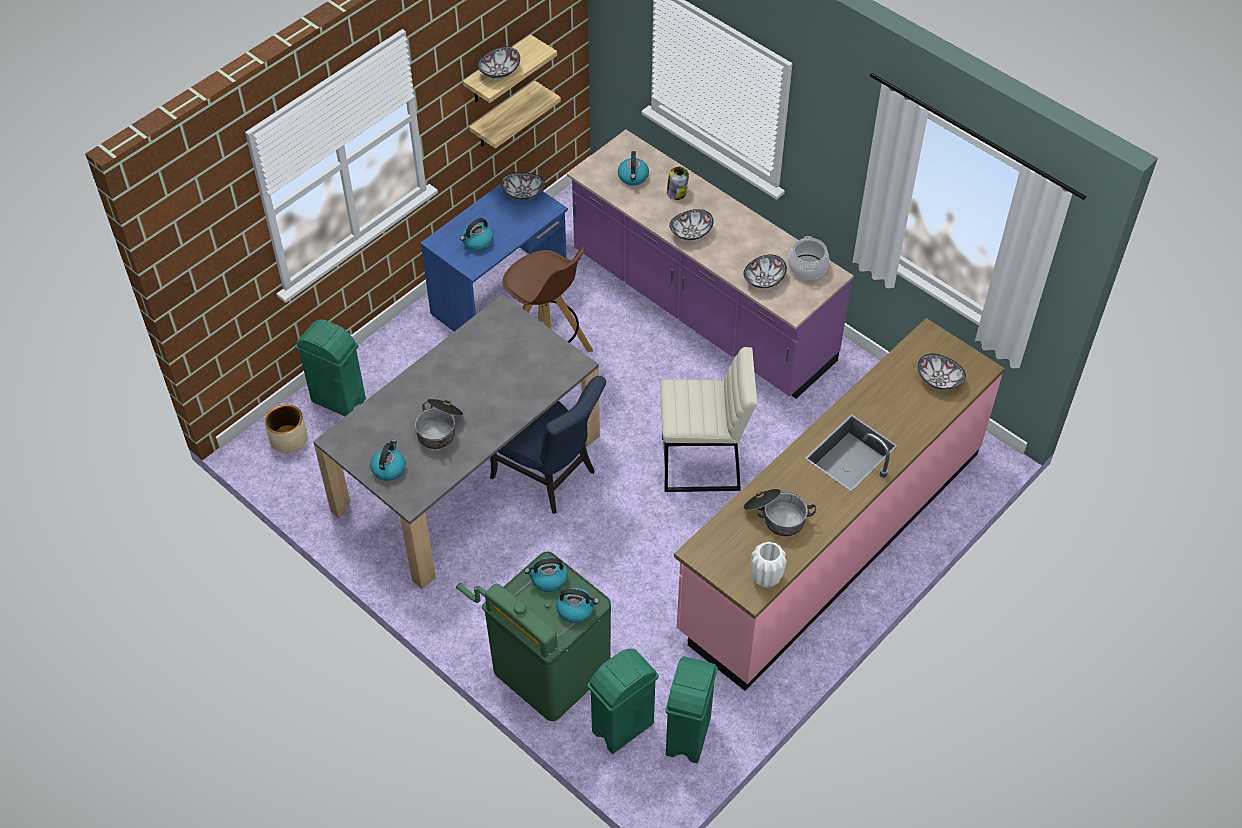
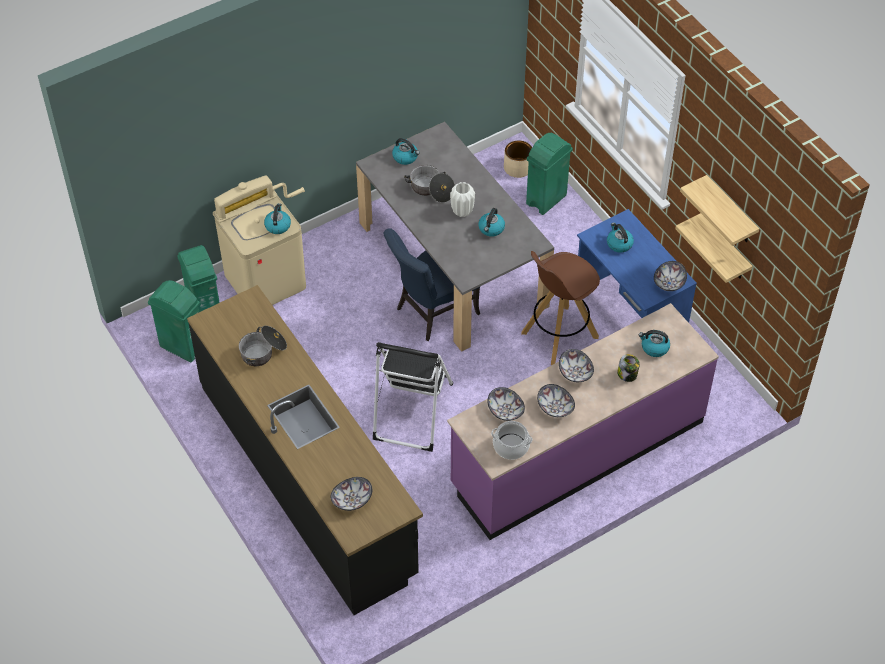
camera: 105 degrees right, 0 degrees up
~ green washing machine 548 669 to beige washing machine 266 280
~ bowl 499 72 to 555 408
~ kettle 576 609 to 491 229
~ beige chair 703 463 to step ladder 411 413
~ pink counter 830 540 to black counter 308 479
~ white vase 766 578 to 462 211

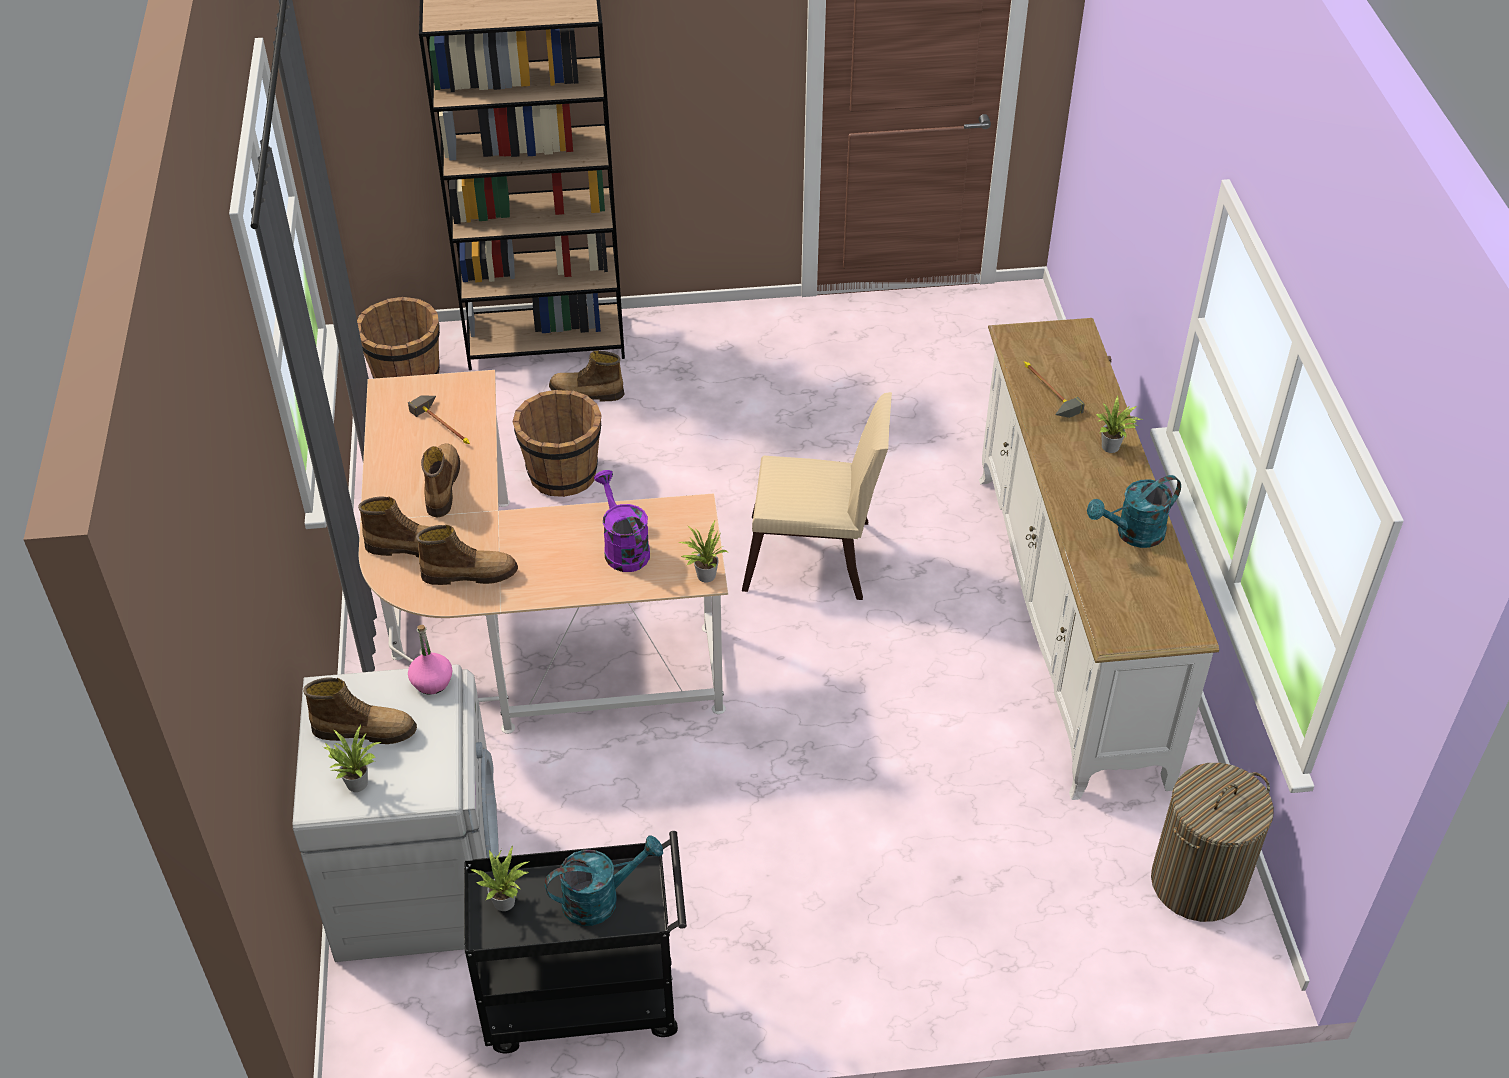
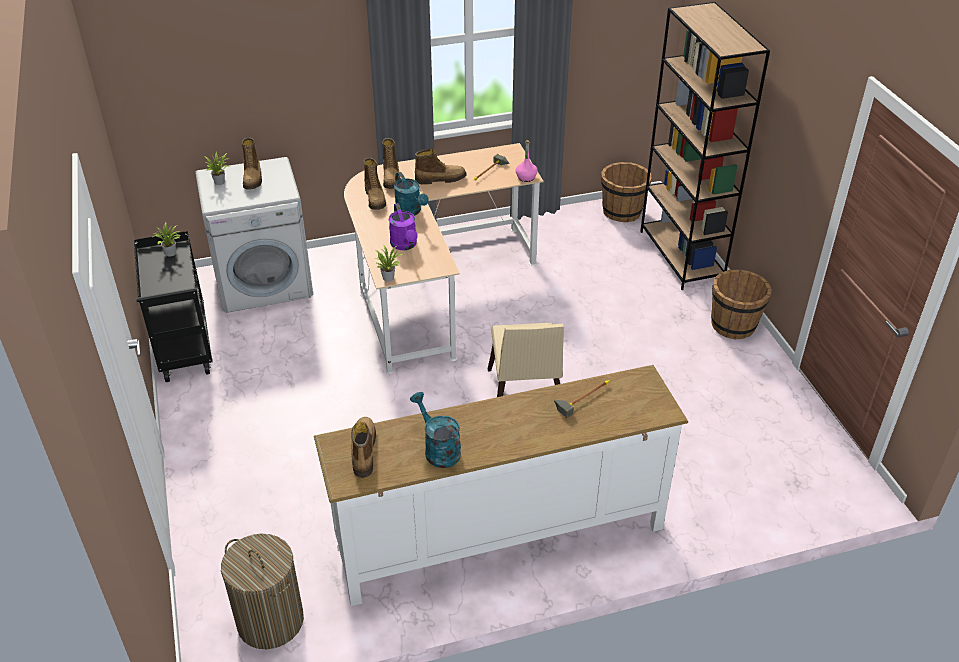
camera: 80 degrees right, 5 degrees down
~ pink bottle 432 682 to 526 177
~ brown bucket 562 474 to 734 325
~ turquoise watering can 600 899 to 411 211
~ boot 586 393 to 363 451
~ purple watering can 623 548 = 405 245 105 degrees clockwise
- potted plant 1112 448

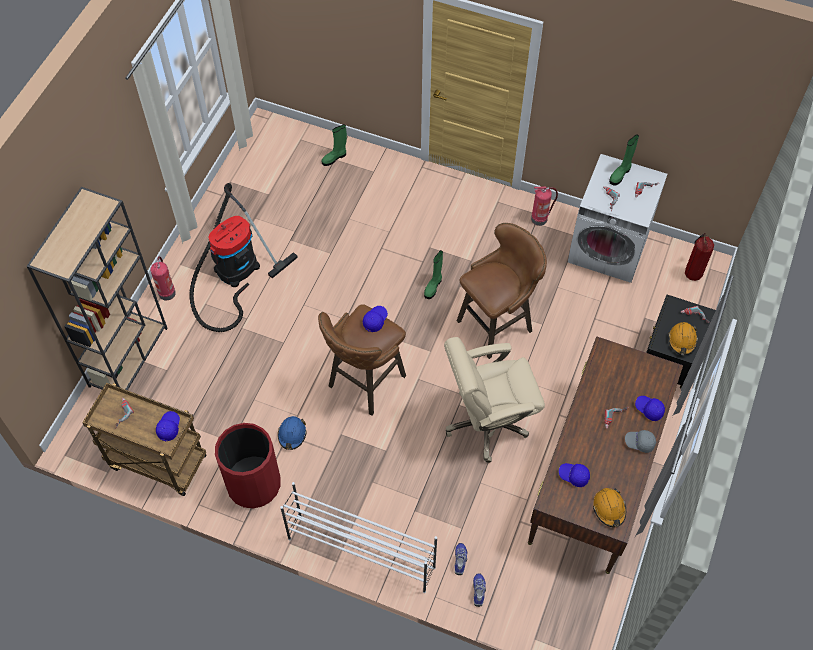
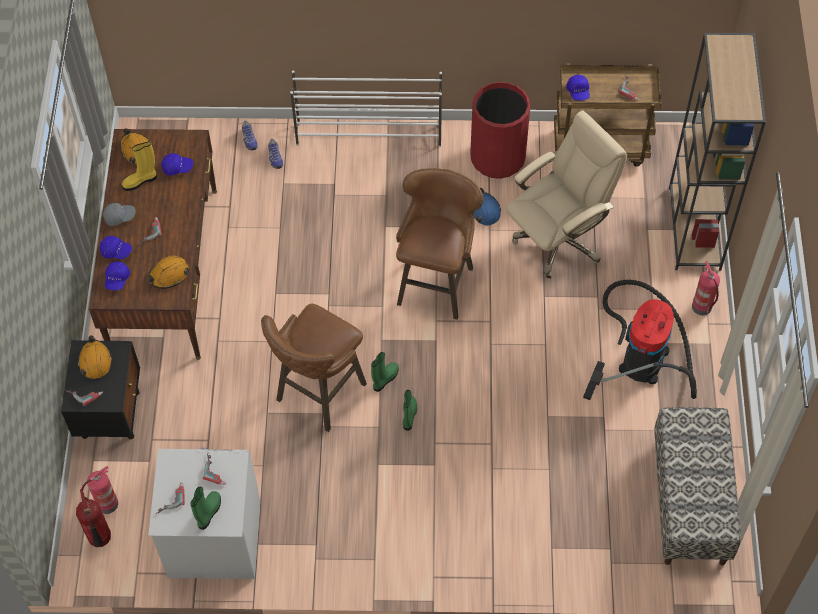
camera: 160 degrees right, 0 degrees up
~ green boot 335 158 to 385 379
~ blue cap 375 320 to 117 279
~ beige office chair 488 422 to 557 242
~ fire extinguisher 540 218 to 106 505
+ yellow boot 141 181
+ orange hard hat 169 275
+ bench 690 501

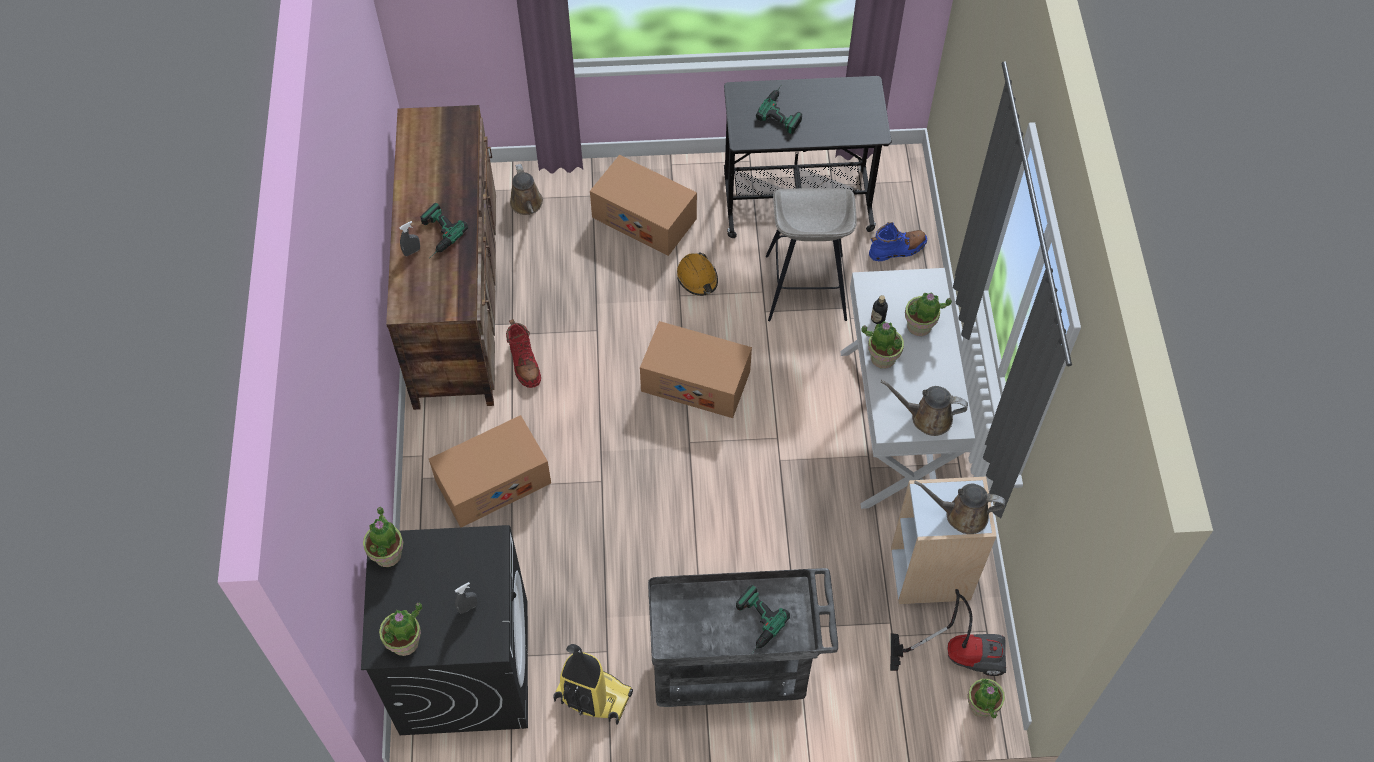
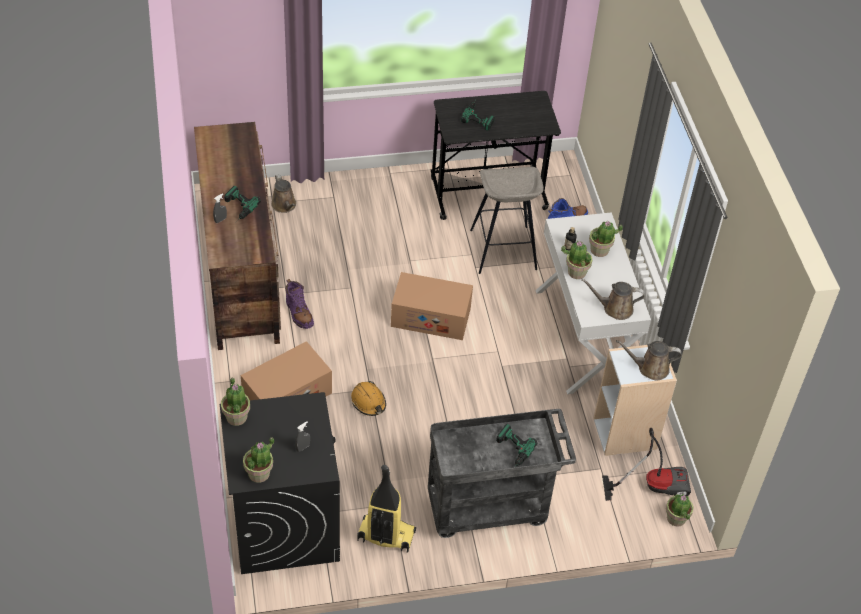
camera: 10 degrees left, 10 degrees down
~ red boot 524 363 to purple boot 299 313
- cardboard box 644 218
~ orange hard hat 697 278 to 368 402

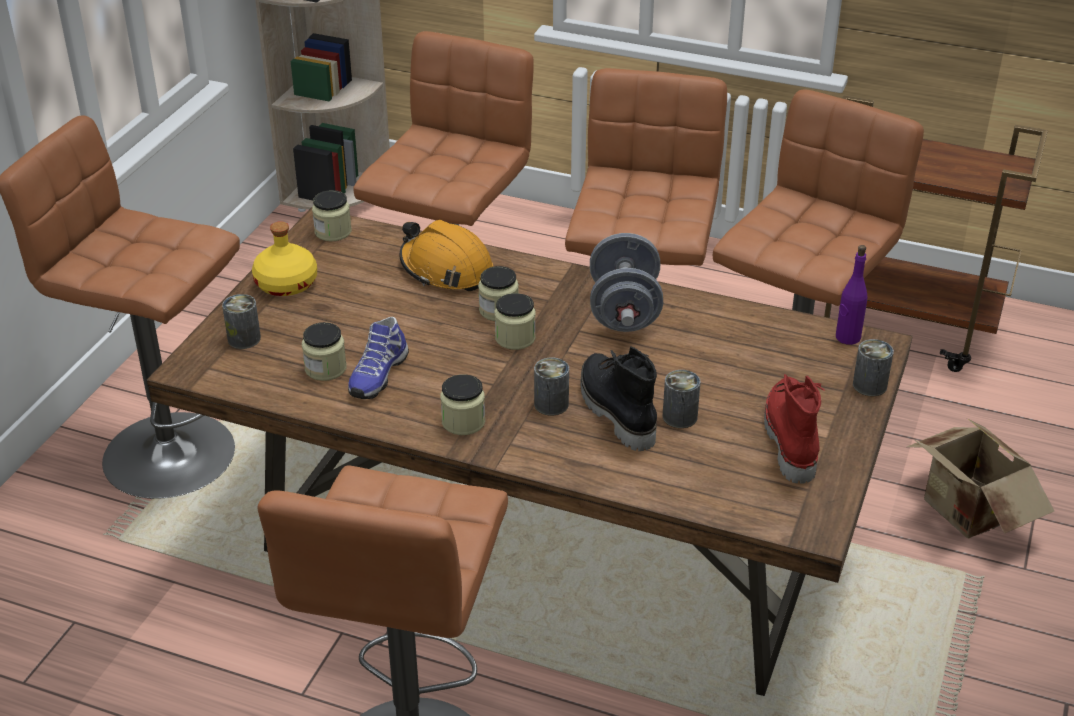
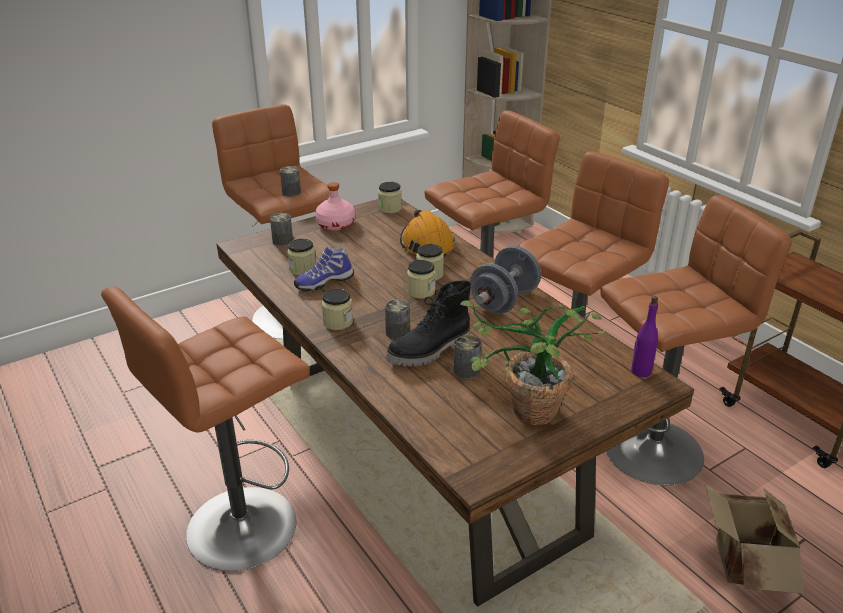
camera: 35 degrees right, 5 degrees down
~ yellow bottle 287 283 to pink bottle 336 224
~ black boot 614 412 = 429 352 135 degrees counterclockwise
~ red boot 789 439 to potted plant 523 414
~ can 869 385 to 291 192

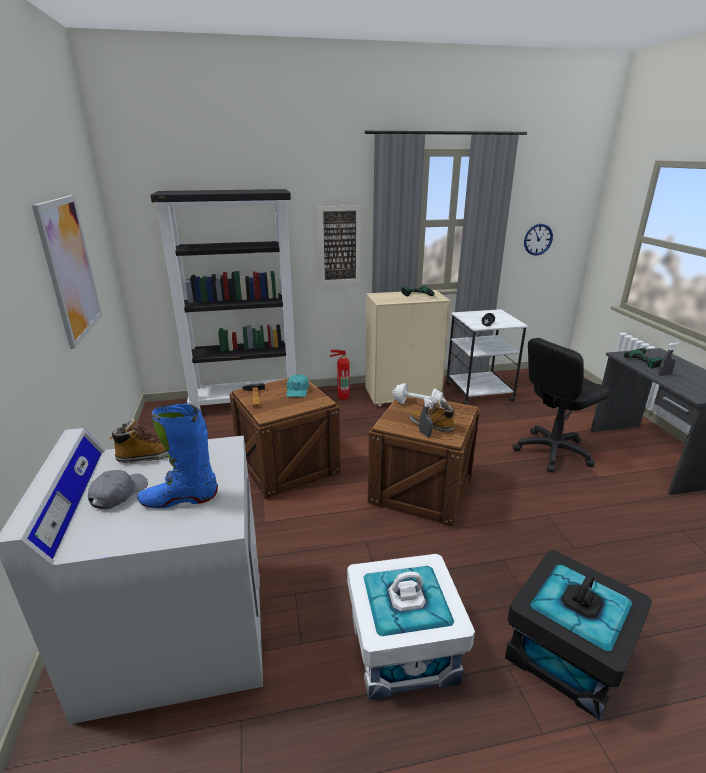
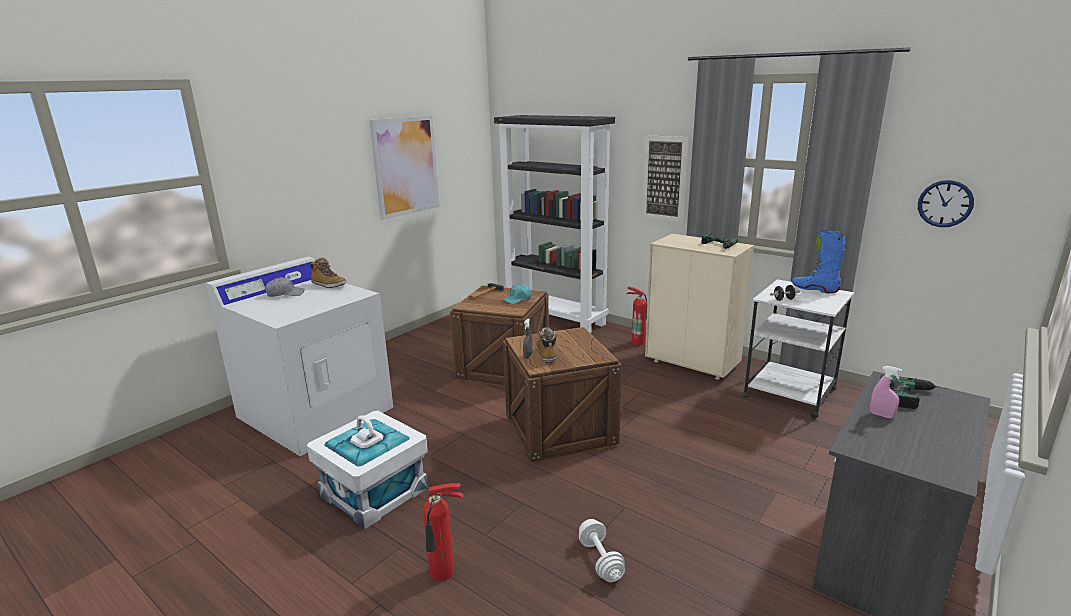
camera: 50 degrees right, 5 degrees down
~ blue boot 180 499 to 814 289
~ white dumbbell 417 405 to 600 560
~ black storage box 567 654 to fire extinguisher 443 574
- black office chair 552 451
~ grey spray bottle 664 375 to pink spray bottle 881 415

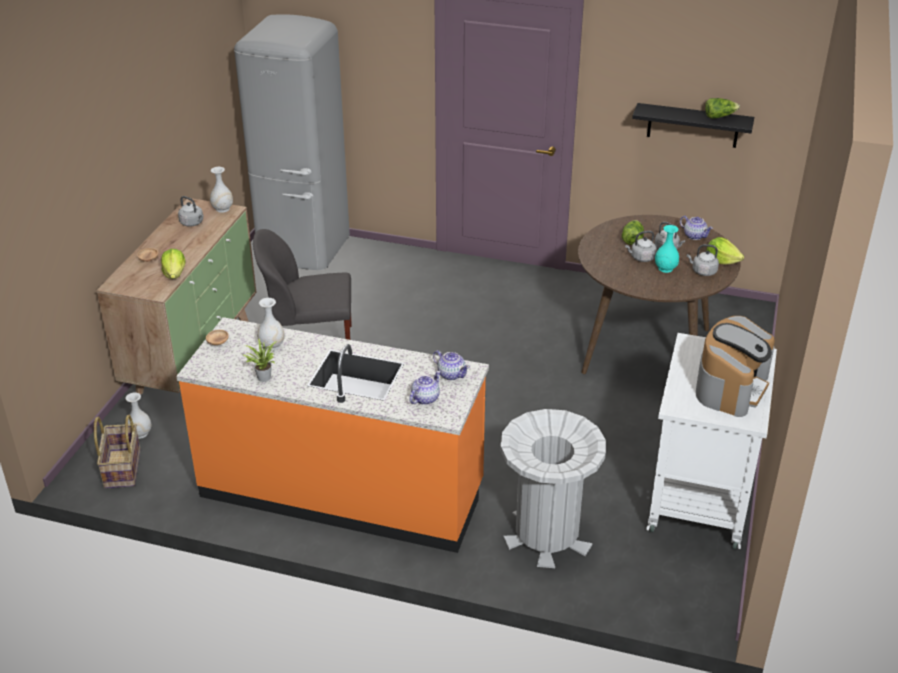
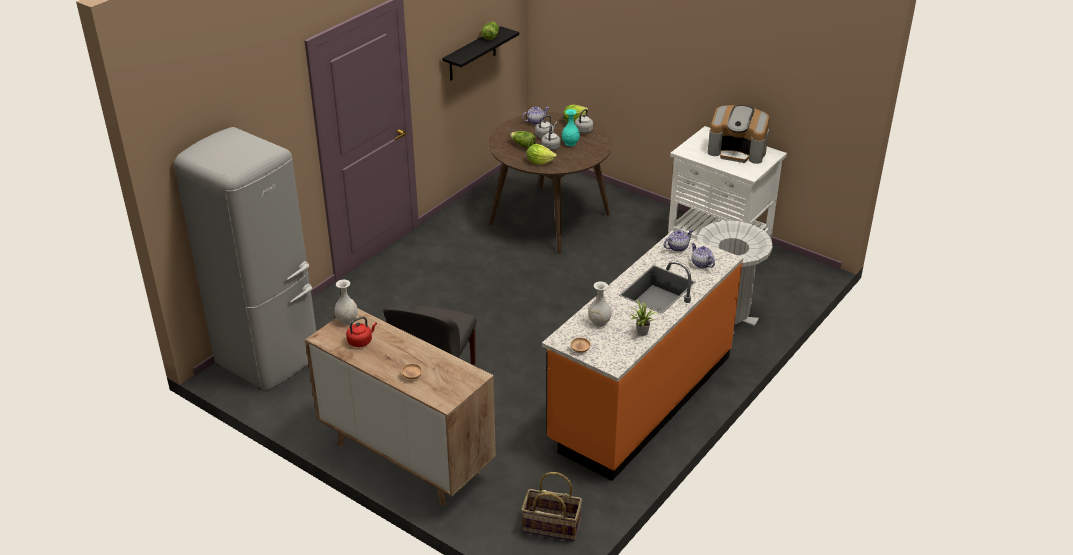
camera: 70 degrees left, 0 degrees up
- white vase 140 433
~ lettuce 175 274 to 539 162
~ grey kettle 192 223 to red kettle 361 341
~ coffee machine 731 387 = 737 151 150 degrees clockwise

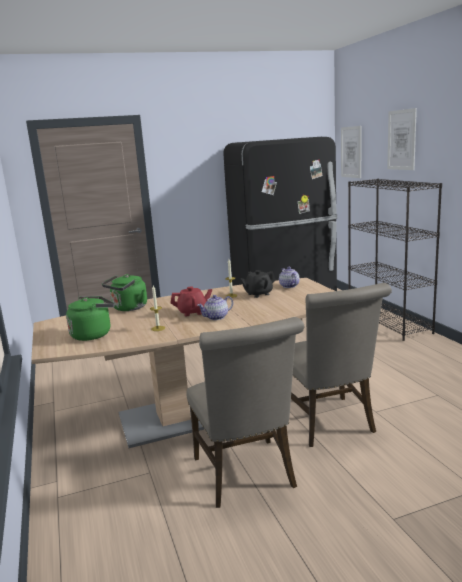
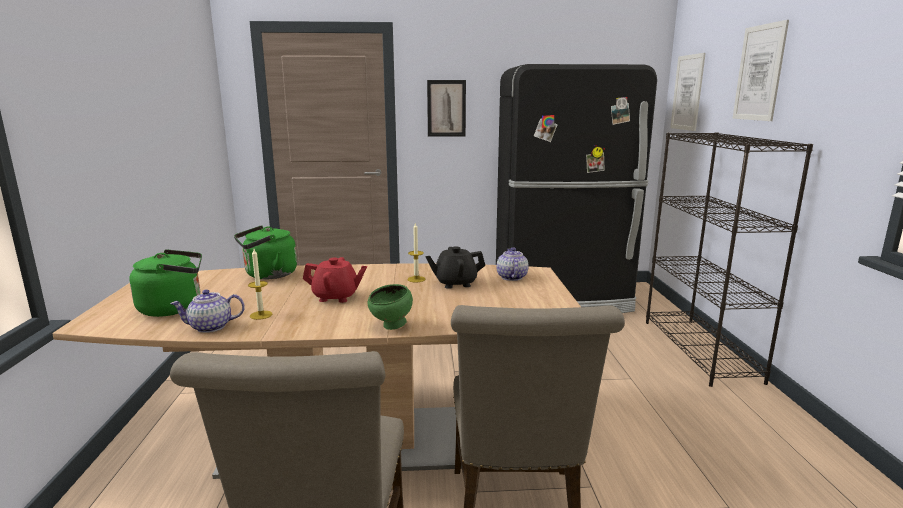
camera: 15 degrees right, 0 degrees up
~ teapot 216 317 to 210 327
+ green bowl 391 327
+ picture 446 108

